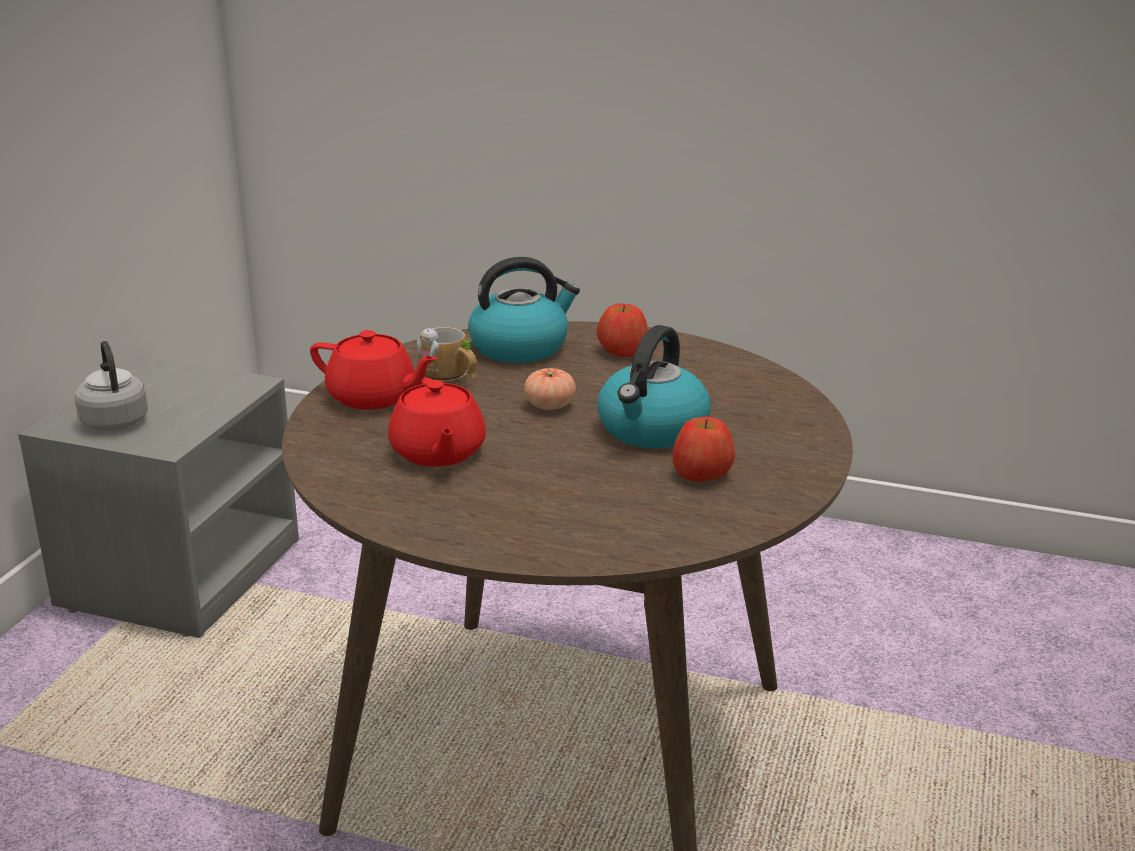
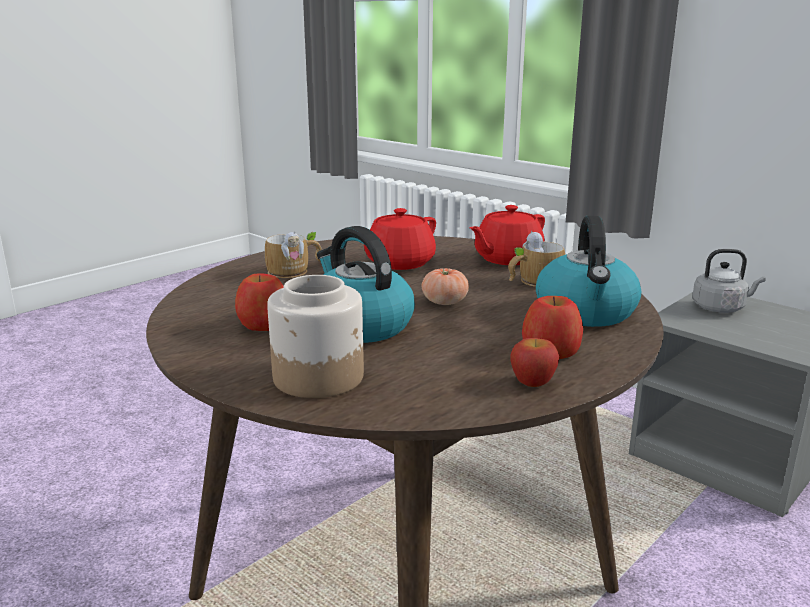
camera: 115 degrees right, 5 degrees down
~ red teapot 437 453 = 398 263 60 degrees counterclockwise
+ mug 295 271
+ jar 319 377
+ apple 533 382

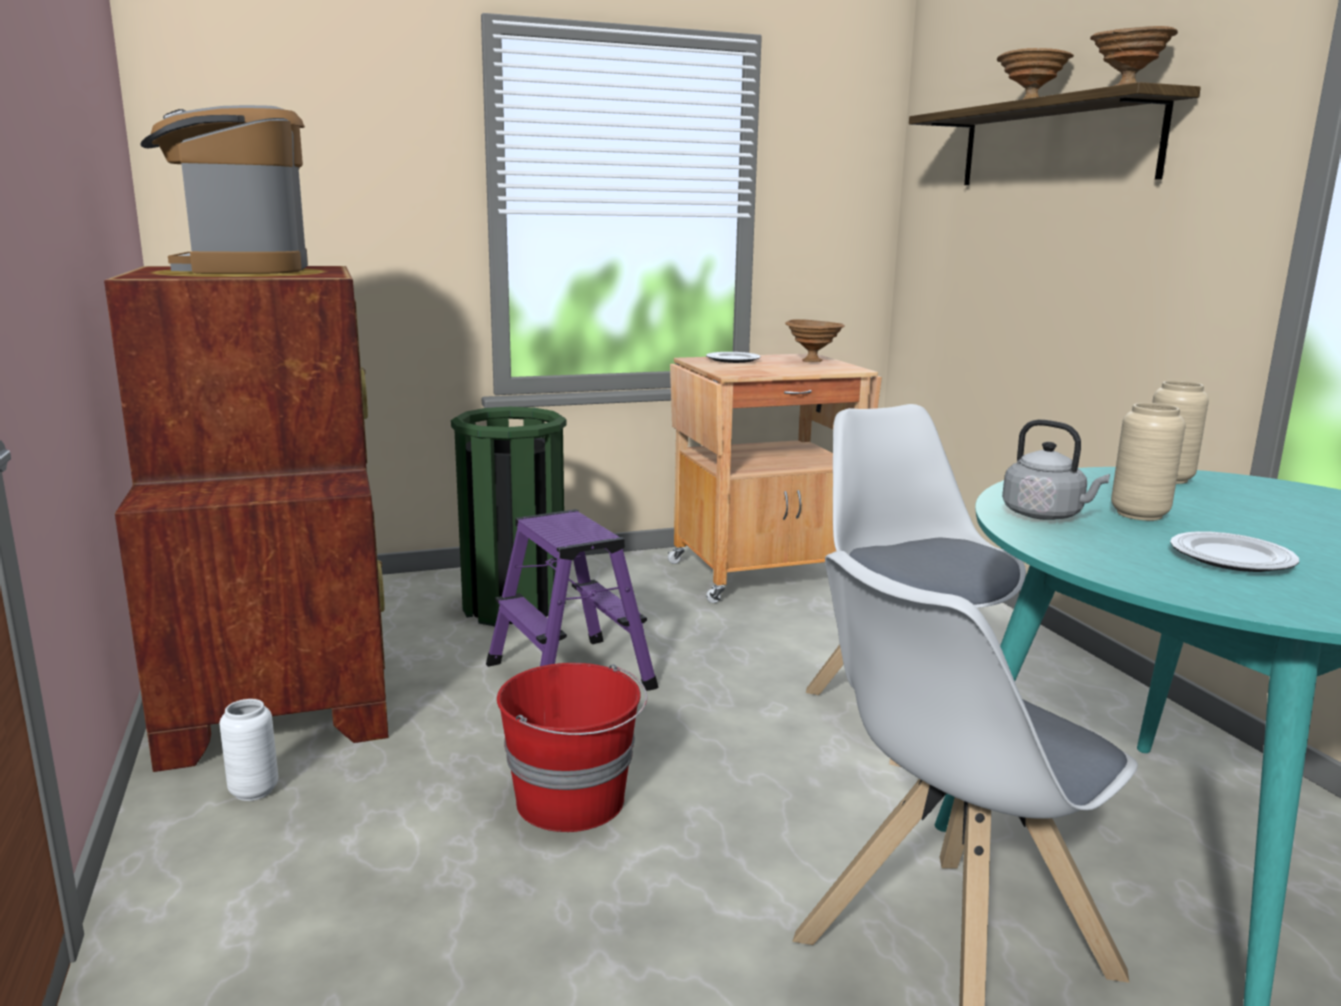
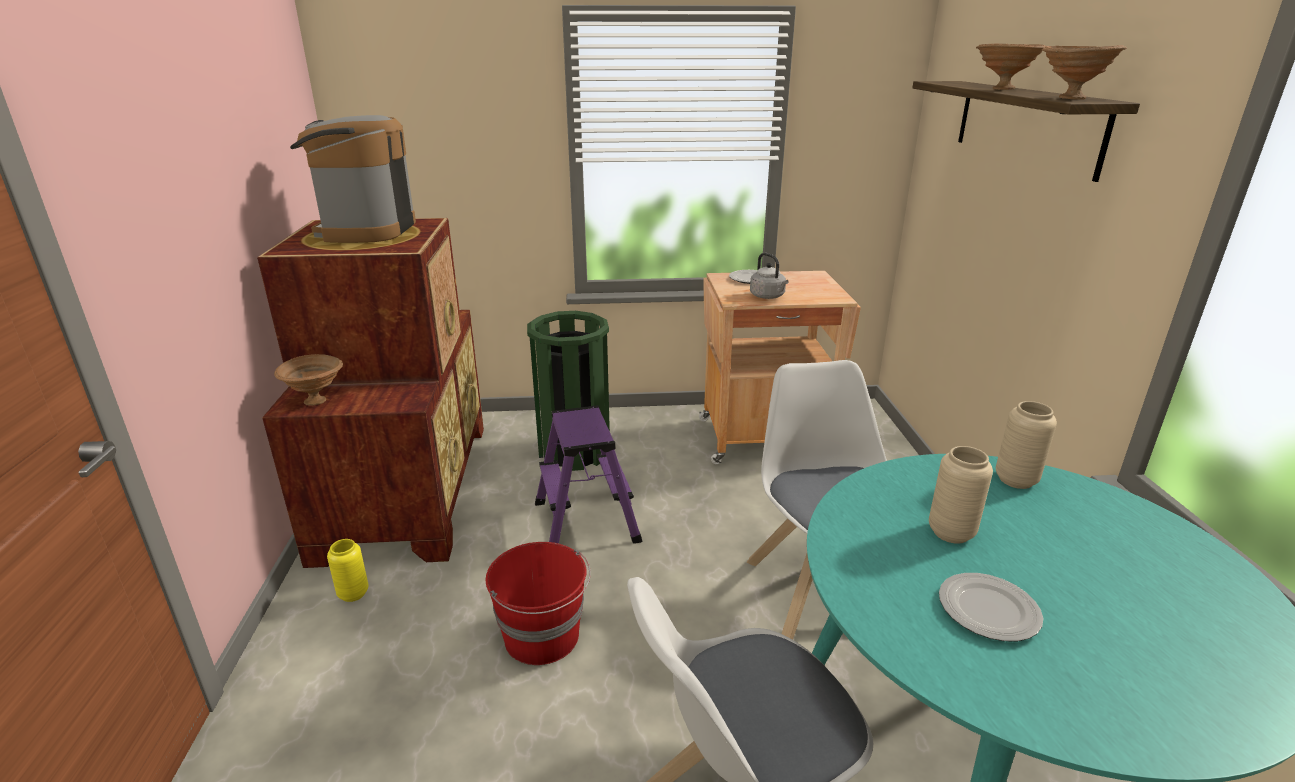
camera: 15 degrees right, 10 degrees up
~ white vase 254 791 to yellow vase 353 594
~ brown bowl 812 361 to 317 401
~ grey kettle 1046 515 to 768 296

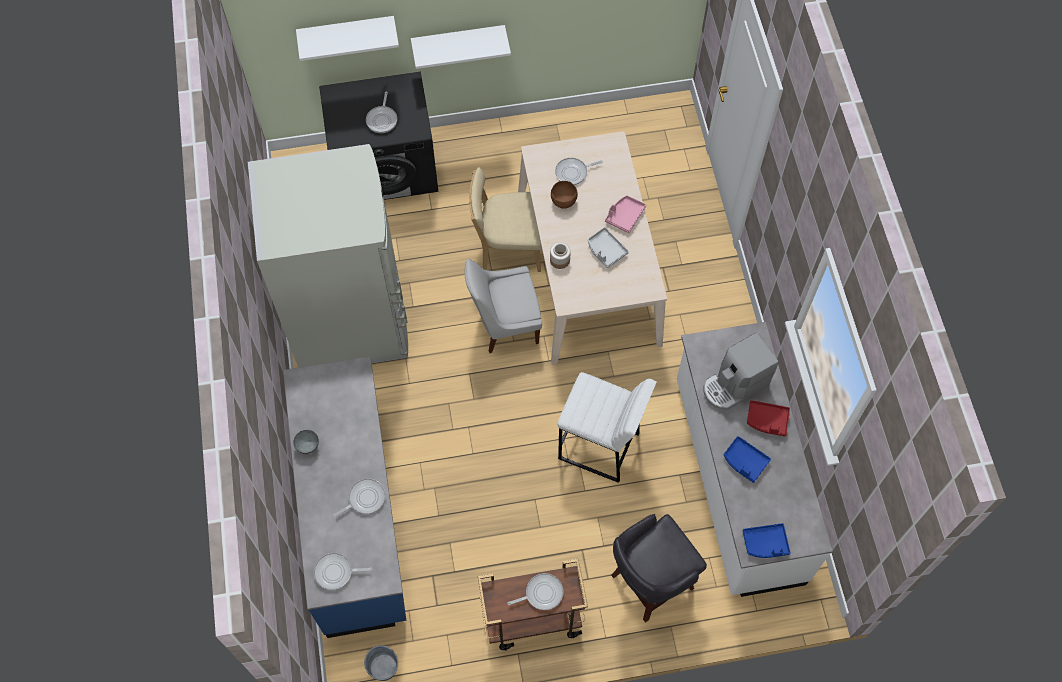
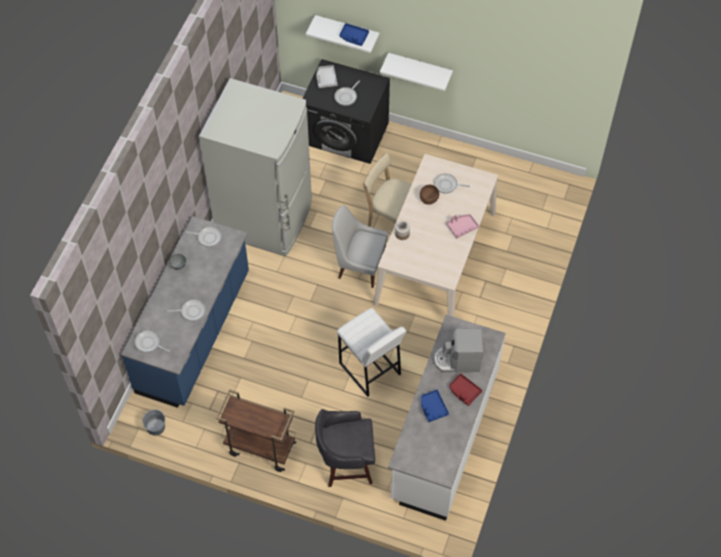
camera: 30 degrees right, 5 degrees down
~ frying pan 541 593 to 208 237
~ grey tray 606 250 to 326 79
~ blue tray 765 543 to 353 37

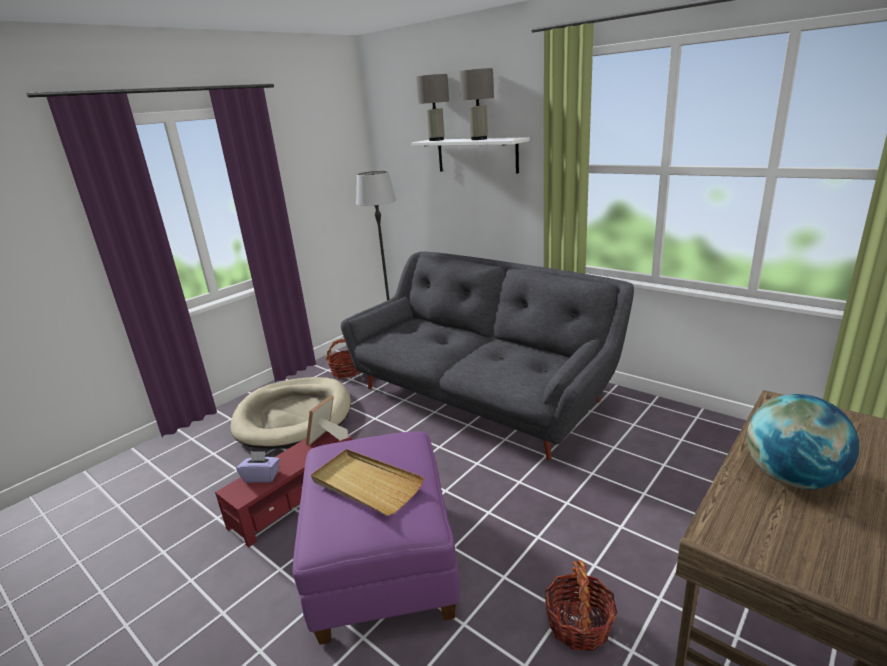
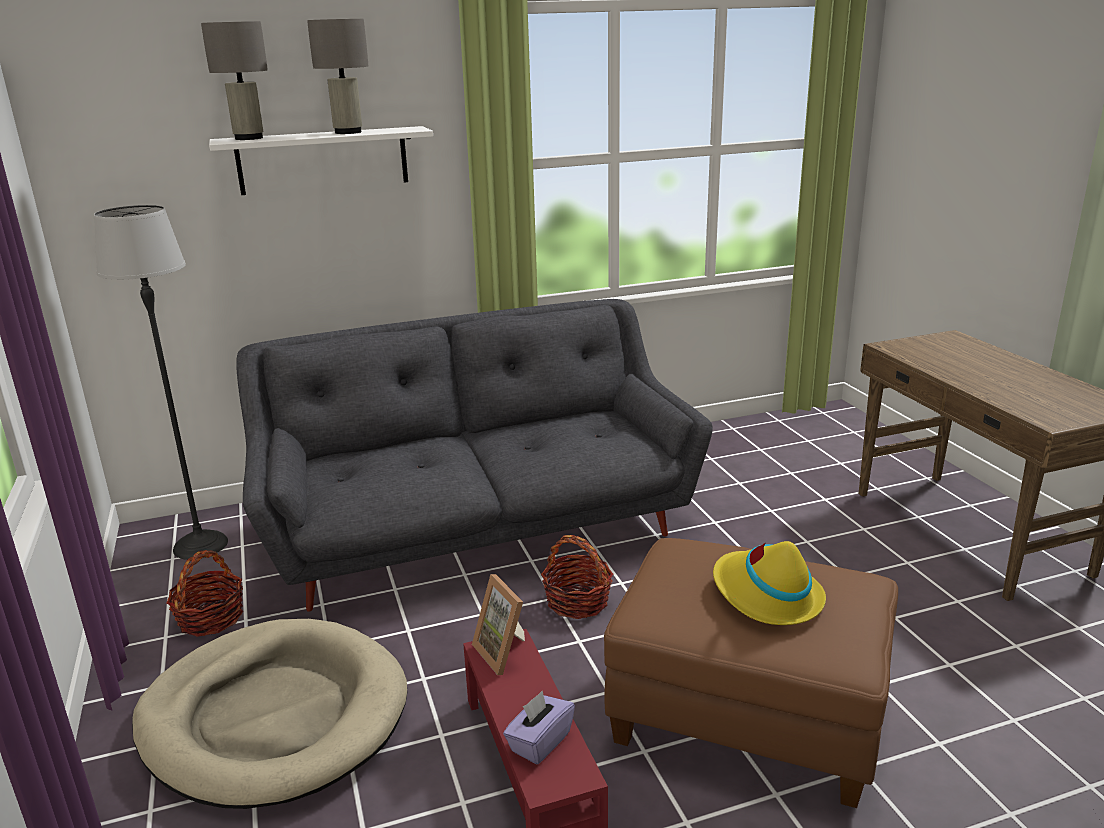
camera: 60 degrees left, 0 degrees up
~ purple ottoman 384 563 to brown ottoman 748 715
~ beige tray 366 484 to yellow hat 766 595
~ basket 579 624 to 577 601
- globe 791 478

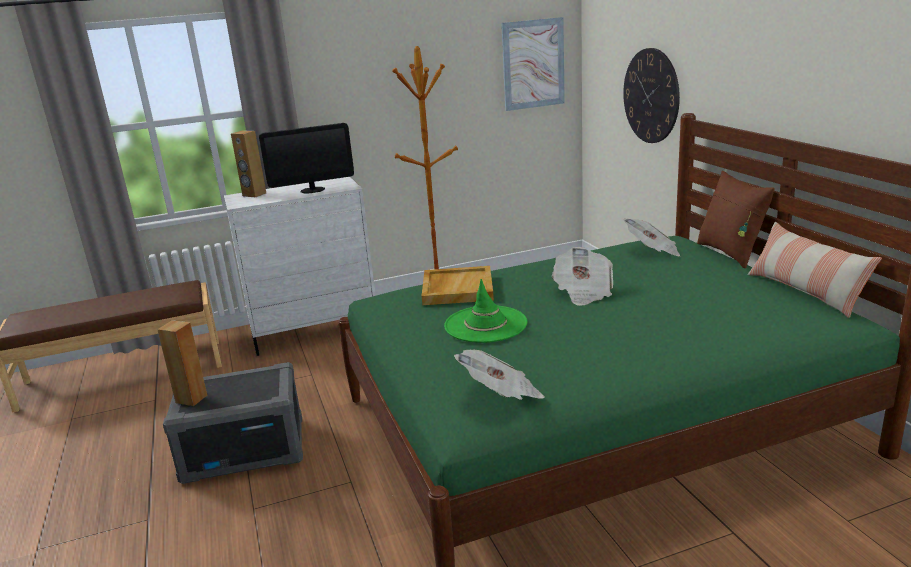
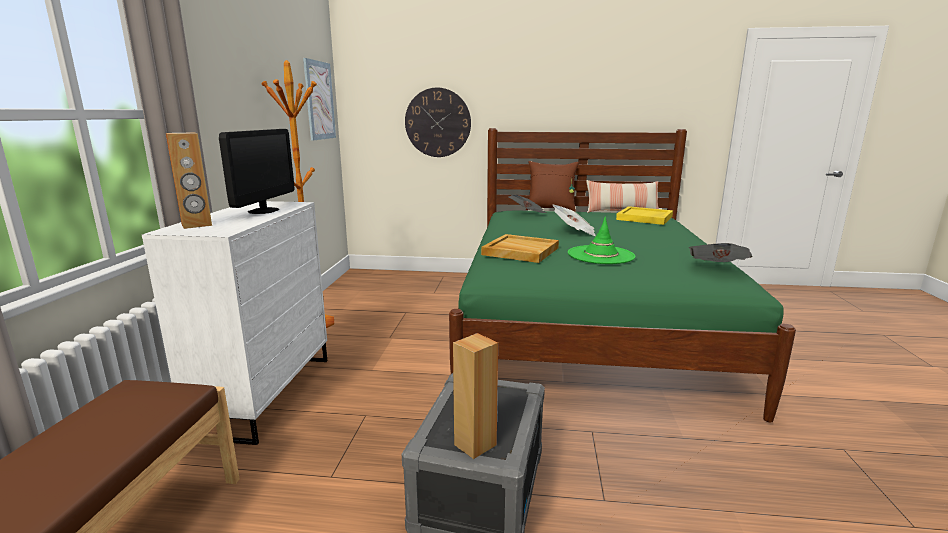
camera: 65 degrees left, 5 degrees down
+ yellow tray 645 218

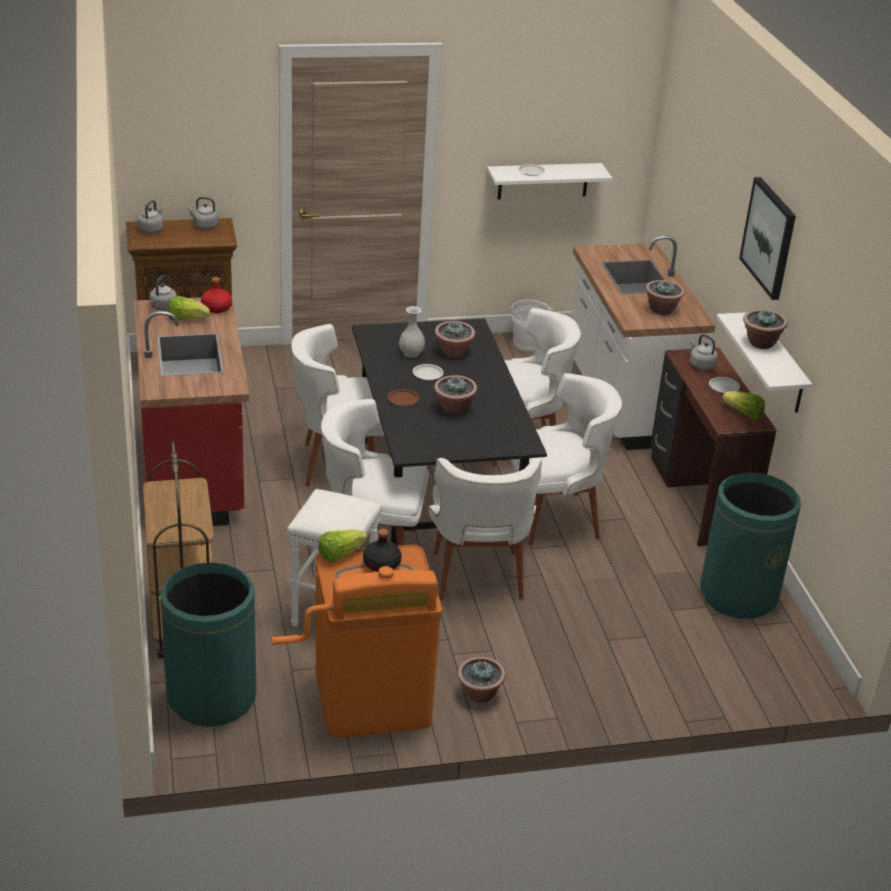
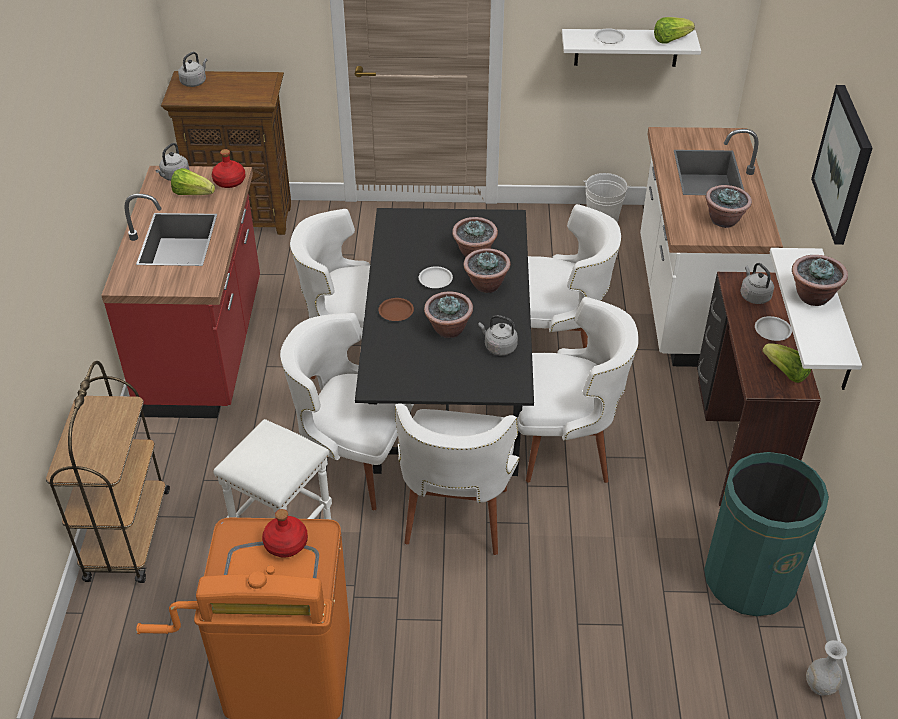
camera: 15 degrees right, 10 degrees up
- green trash can 212 697
~ grey kettle 204 226 to 498 347
~ lettuce 340 554 to 670 39
~ black bottle 382 563 to red bottle 286 543
~ white vase 411 353 to 820 685
~ potted plant 479 694 to 486 285

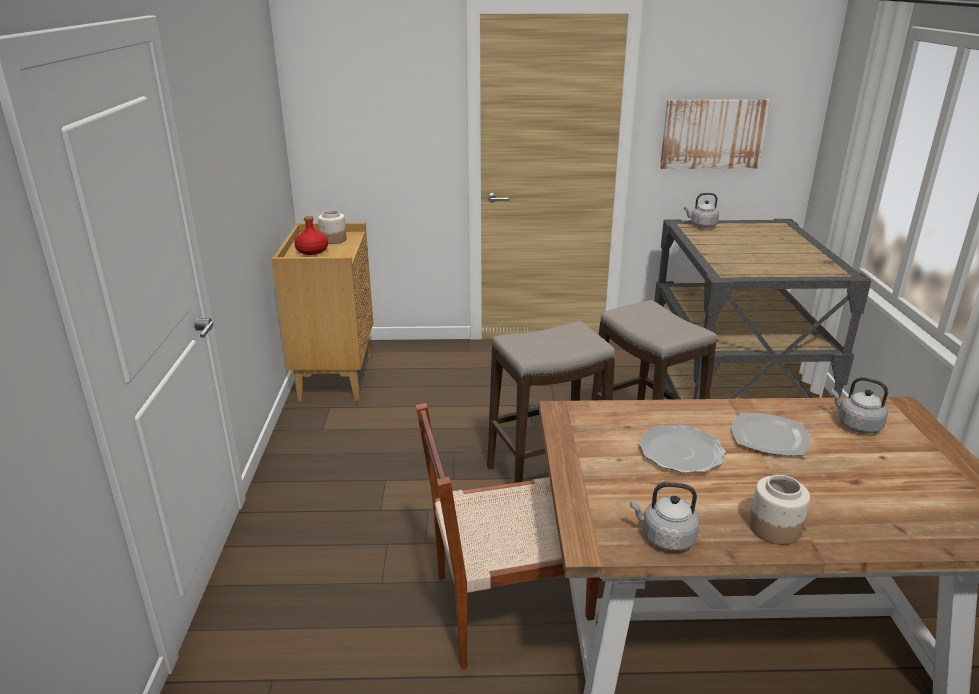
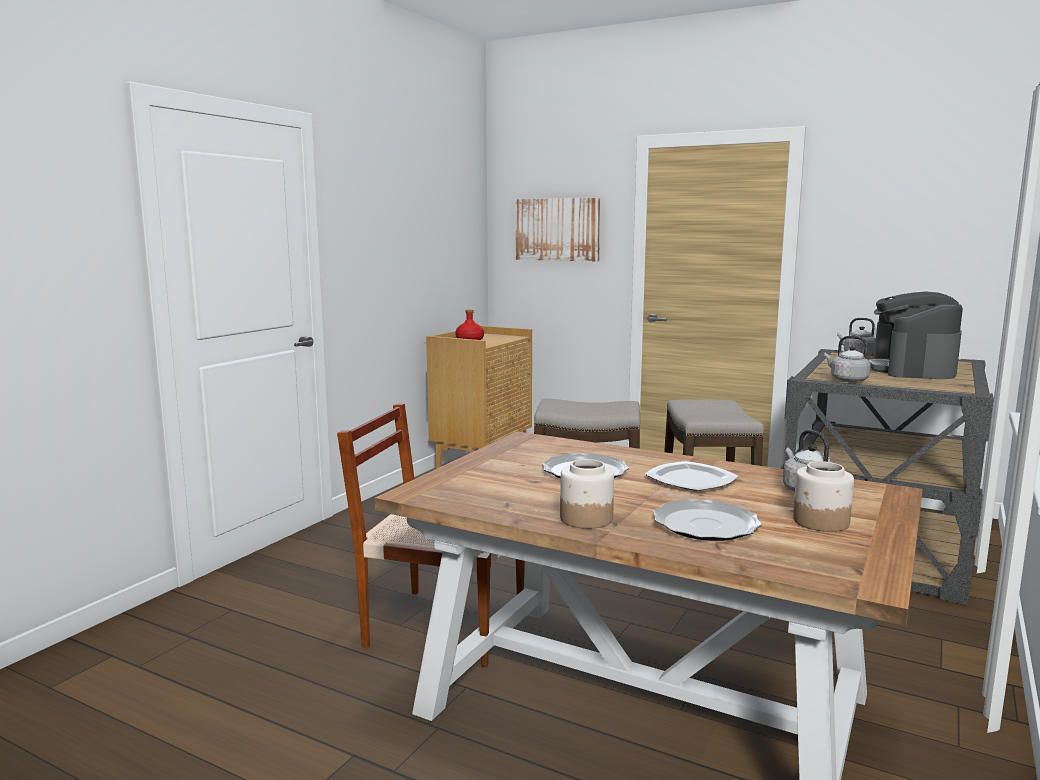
camera: 30 degrees right, 15 degrees down
~ jar 333 240 to 821 522
~ grey kettle 665 538 to 847 380
~ picture 713 134 to 557 229
+ plate 705 524
+ coffee machine 911 370

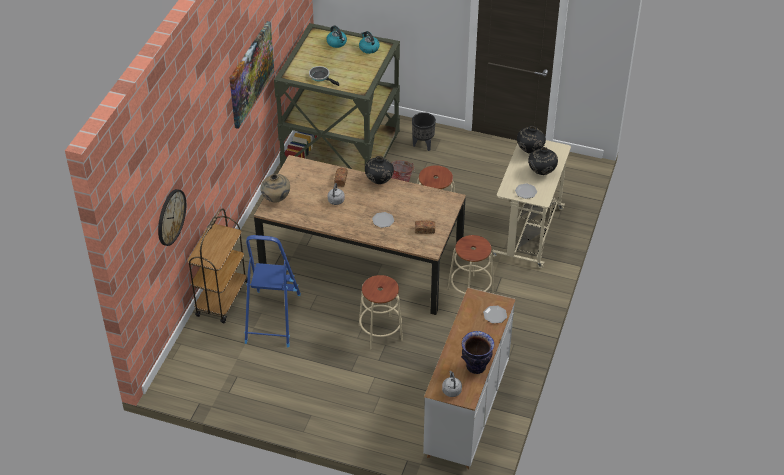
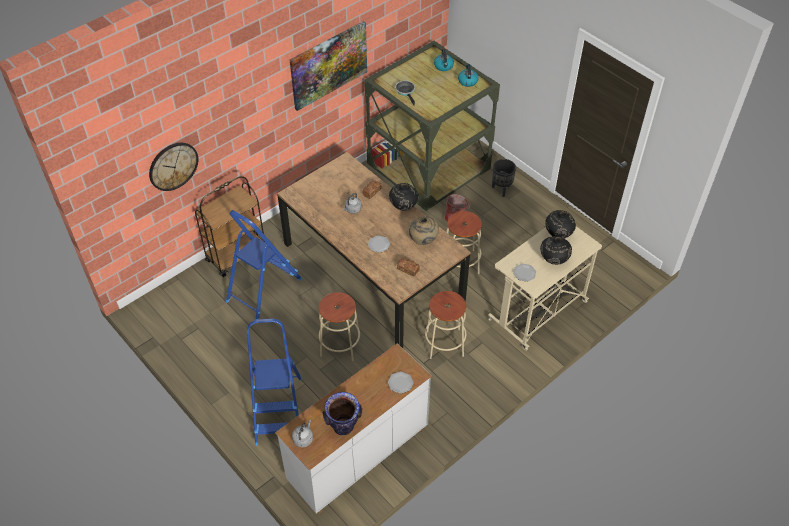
camera: 30 degrees right, 5 degrees up
~ beige vase 276 199 to 423 241
+ blue step ladder 279 411

